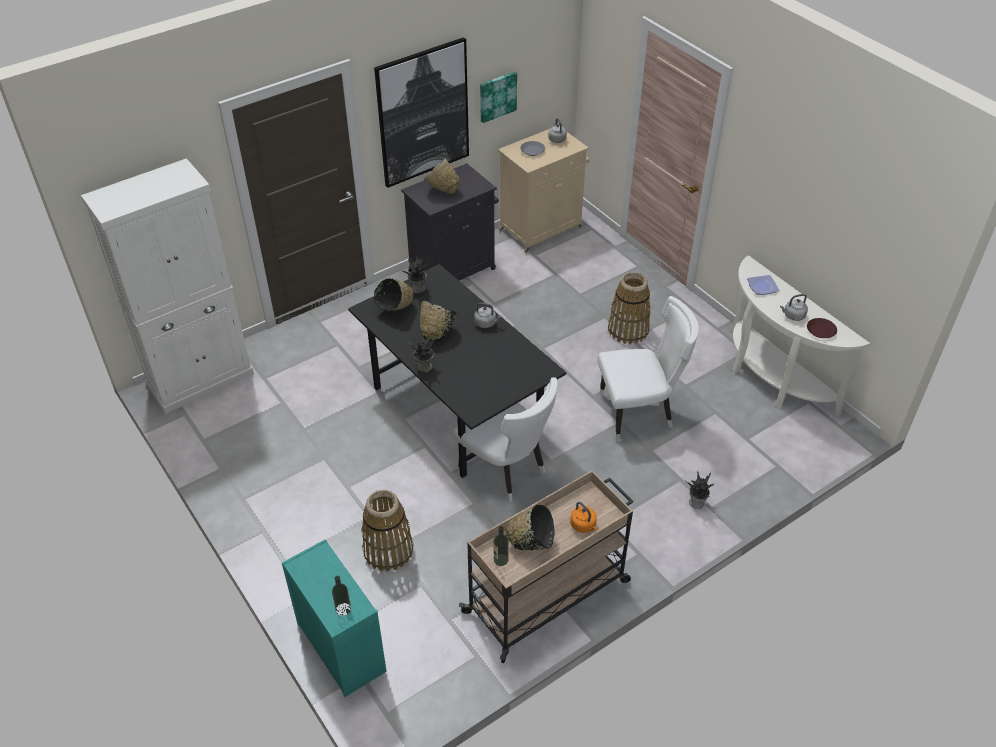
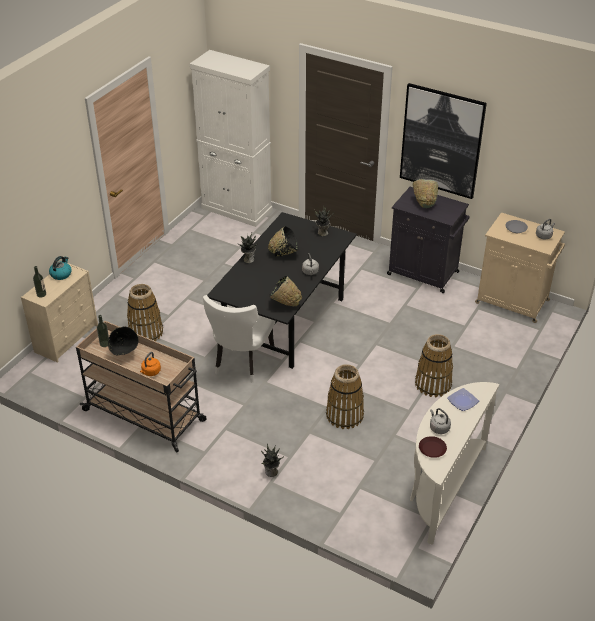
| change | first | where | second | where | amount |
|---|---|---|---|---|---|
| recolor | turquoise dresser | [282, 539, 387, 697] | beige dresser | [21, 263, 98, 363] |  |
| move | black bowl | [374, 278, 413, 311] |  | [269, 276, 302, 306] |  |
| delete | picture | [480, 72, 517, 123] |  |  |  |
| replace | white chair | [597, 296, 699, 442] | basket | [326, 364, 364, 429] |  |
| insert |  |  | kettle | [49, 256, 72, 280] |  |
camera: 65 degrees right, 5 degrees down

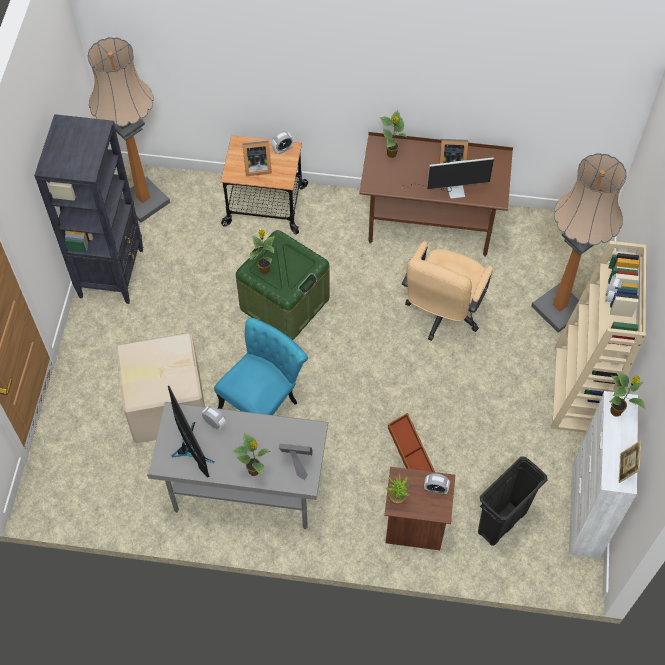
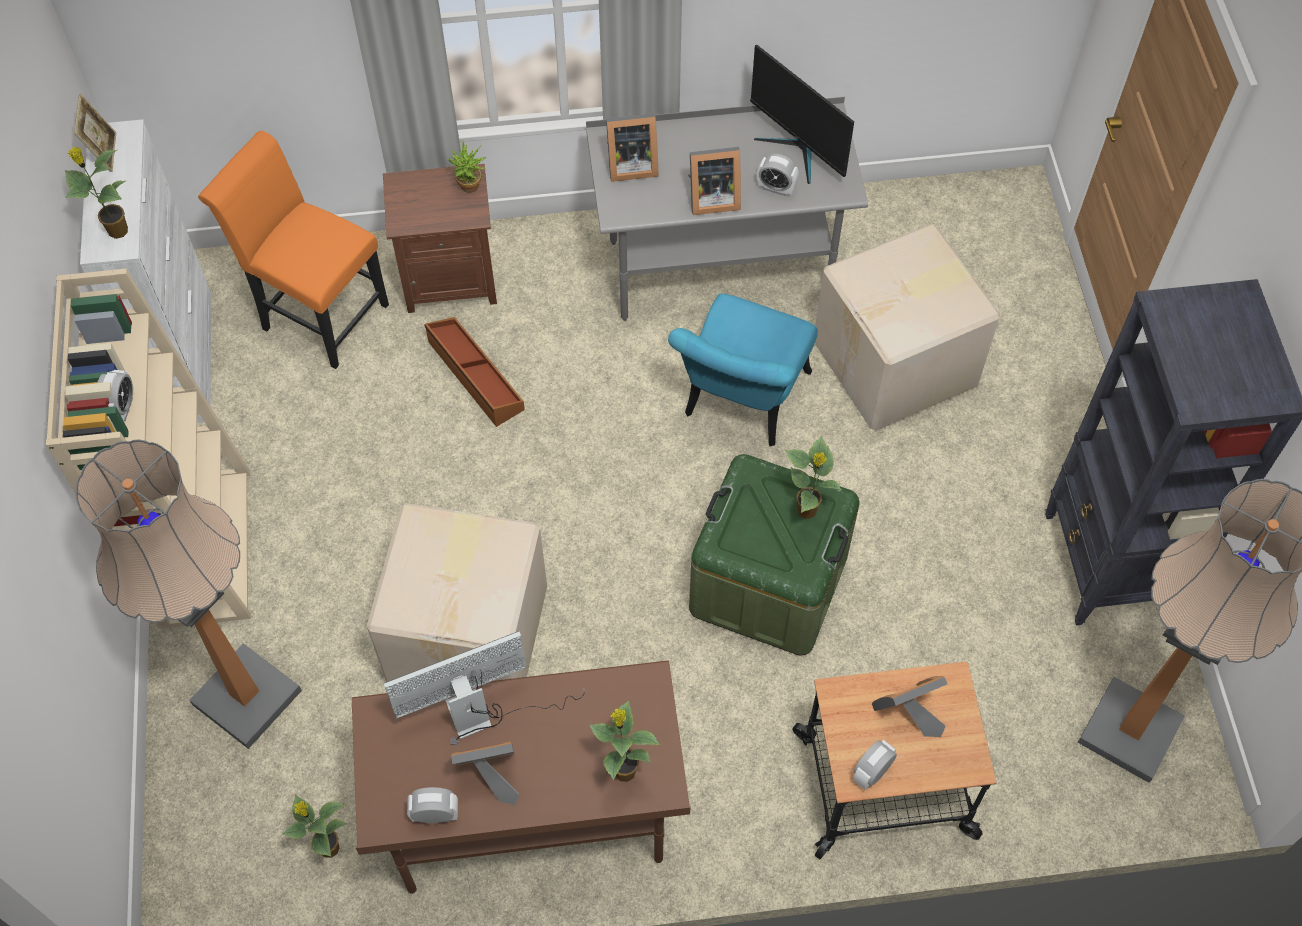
| change | first | where | second | where | amount |
|---|---|---|---|---|---|
| move | potted plant | [232, 433, 271, 476] |  | [282, 794, 347, 858] |  |
| replace | beige office chair | [402, 241, 493, 341] | cardboard box | [367, 503, 547, 682] |  |
| move | alarm clock | [424, 473, 450, 494] |  | [407, 787, 458, 823] |  |
| replace | black trash can | [478, 456, 548, 546] | orange chair | [198, 131, 389, 369] |  |
| insert |  |  | picture frame | [688, 147, 741, 215] |  |
camera: 165 degrees right, 0 degrees up

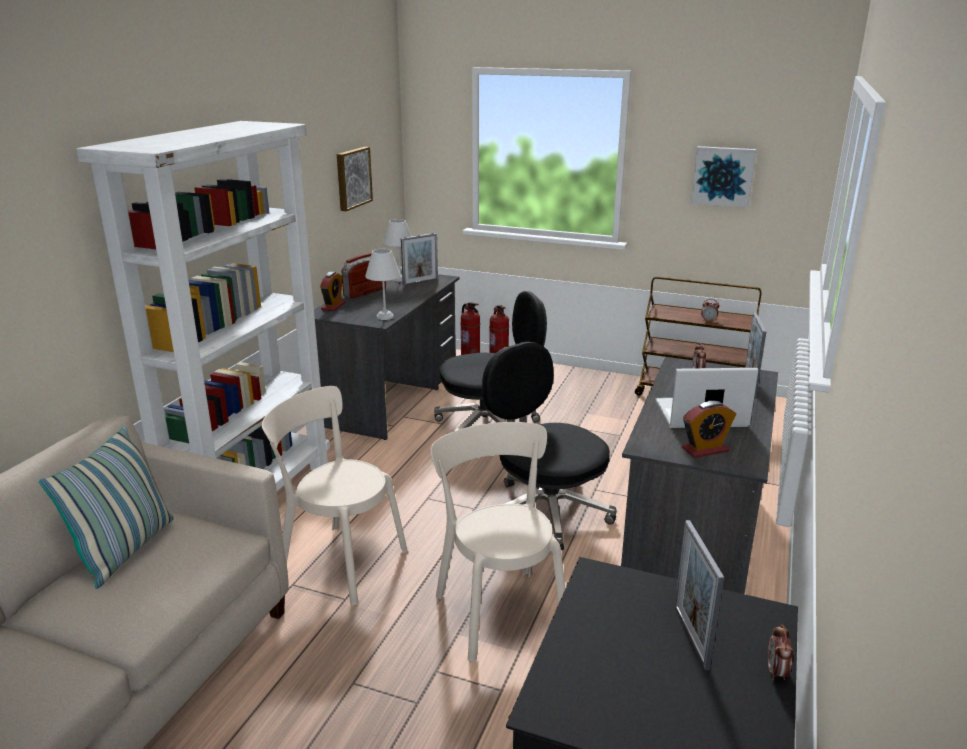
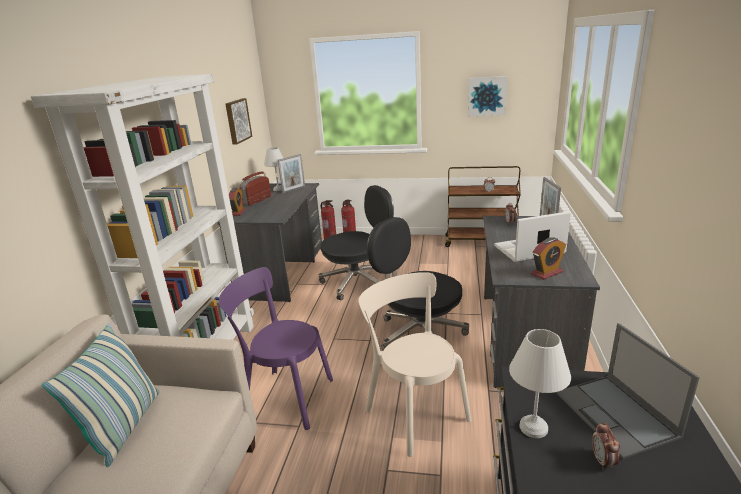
| change | first | where | second | where | amount |
|---|---|---|---|---|---|
| recolor | beige chair | [262, 386, 408, 606] | purple chair | [219, 267, 333, 430] |  |
| move | white table lamp | [365, 249, 401, 320] |  | [509, 329, 571, 438] |  |
| replace | picture frame | [674, 520, 724, 670] | laptop | [556, 323, 700, 459] |  |
| move | alarm clock | [768, 624, 793, 680] |  | [592, 422, 620, 470] |  |
camera: 10 degrees left, 0 degrees up

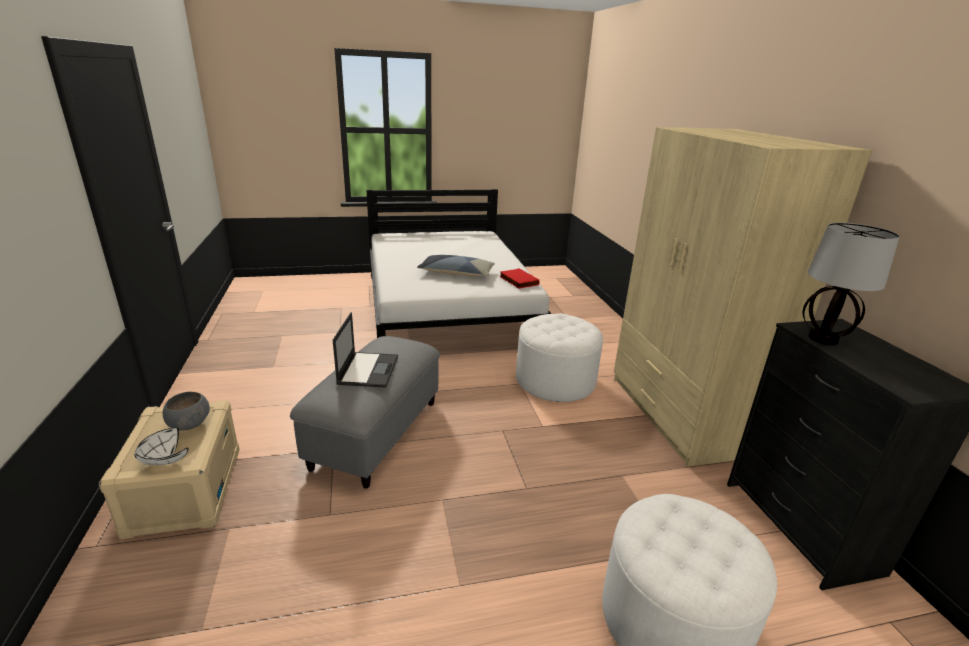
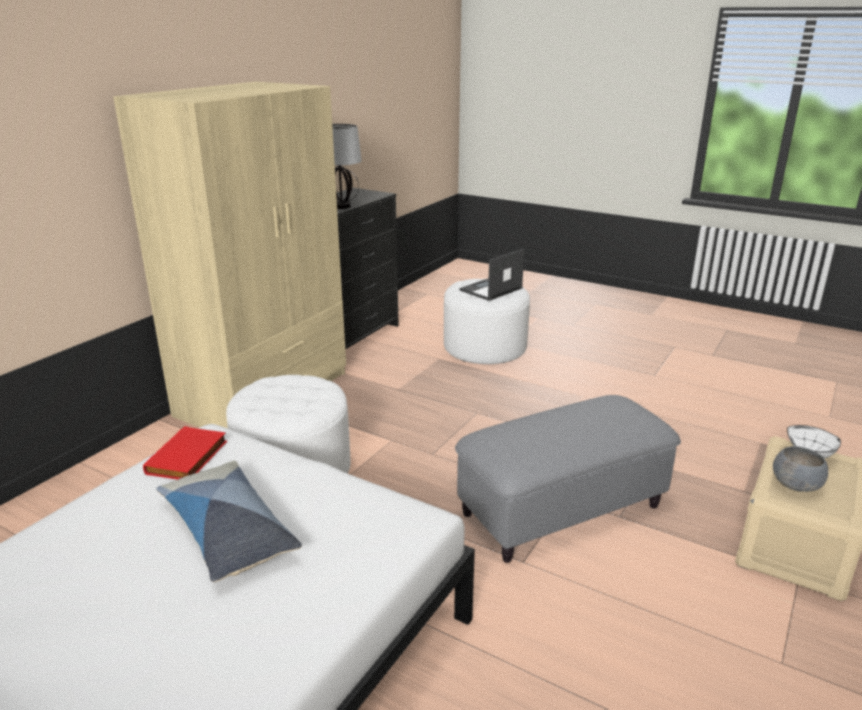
| change | first | where | second | where | amount |
|---|---|---|---|---|---|
| move | laptop | [333, 312, 398, 388] |  | [459, 249, 524, 301] |  |
camera: 135 degrees left, 0 degrees up

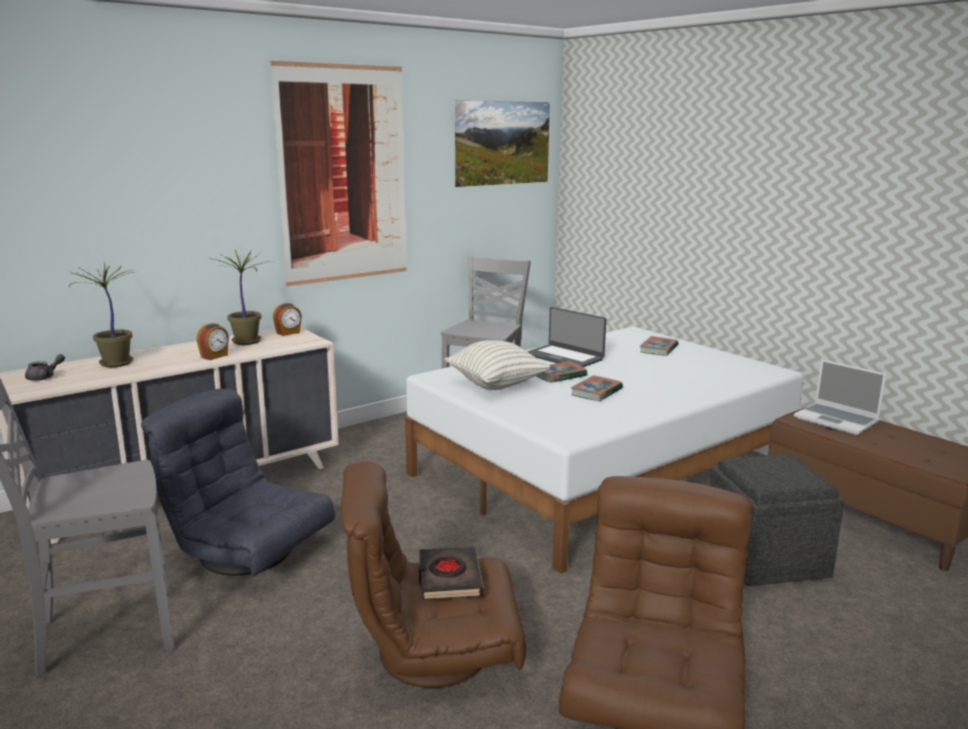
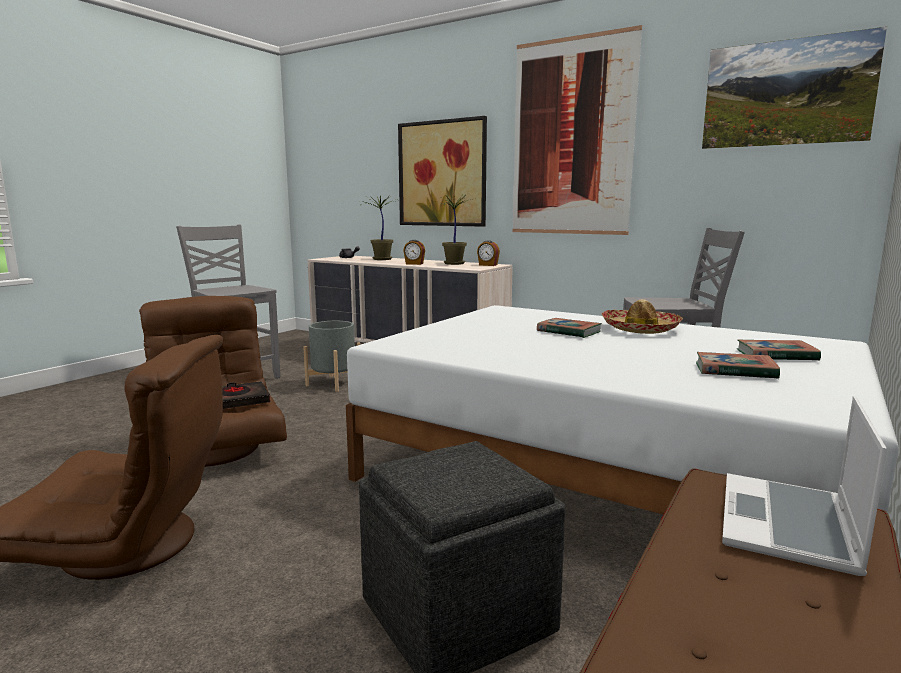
| change | first | where | second | where | amount |
|---|---|---|---|---|---|
| replace | grey armchair | [141, 389, 335, 576] | grey planter | [303, 321, 361, 392] |  |
| delete | pillow | [444, 340, 551, 390] |  |  |  |
| replace | laptop | [527, 307, 606, 367] | hat | [601, 299, 683, 334] |  |
| move | book | [571, 375, 623, 401] |  | [696, 352, 780, 379] |  |
| insert |  |  | picture | [398, 116, 487, 227] |  |
camera: 70 degrees right, 5 degrees down

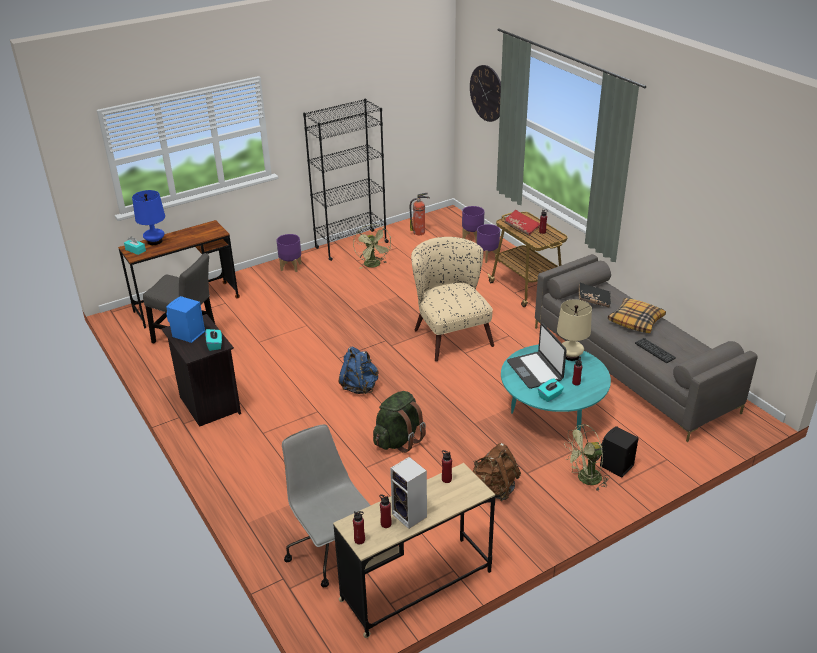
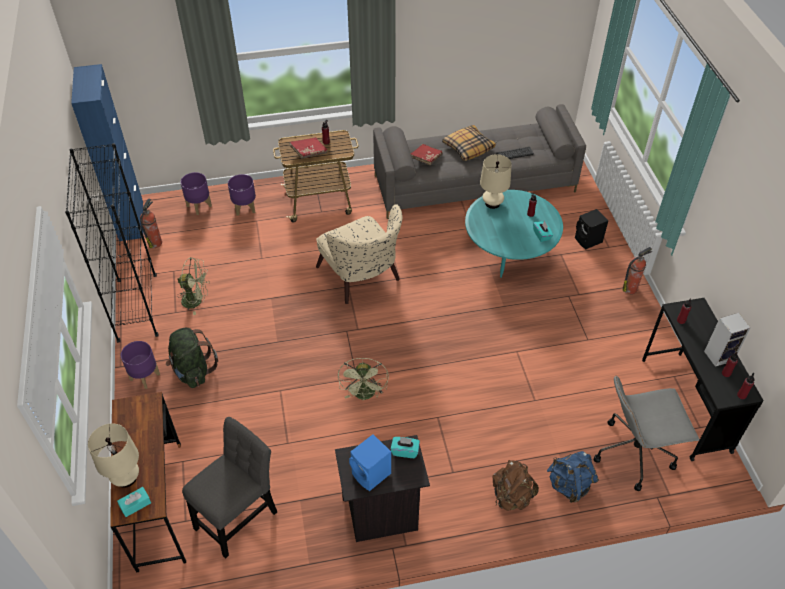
| change | first | where | second | where | amount |
|---|---|---|---|---|---|
| recolor | blue table lamp | [132, 190, 165, 245] | beige table lamp | [88, 423, 139, 488] |  |
| recolor | beige desk | [333, 463, 495, 638] | black desk | [642, 298, 764, 461] |  |
| move | blue backpack | [339, 347, 378, 394] |  | [547, 451, 599, 503] |  |
| move | green backpack | [373, 391, 426, 453] |  | [166, 328, 218, 388] |  |
| rotate | beige armchair | [411, 237, 494, 361] |  | [316, 204, 402, 304] | 120 degrees counterclockwise |
| delete | wall clock | [470, 65, 501, 122] |  |  |  |
| move | brown backpack | [473, 443, 521, 501] |  | [492, 460, 539, 511] |  |
| delete | laptop | [507, 323, 567, 389] |  |  |  |
| move | green fan | [564, 424, 610, 491] |  | [338, 358, 389, 400] |  |
| recolor | black book | [578, 283, 611, 308] | red book | [410, 144, 443, 165] |  |
| insert |  |  | blue cabinet | [71, 64, 144, 241] |  |
| insert |  |  | fire extinguisher | [623, 247, 652, 294] |  |
camera: 70 degrees left, 15 degrees up

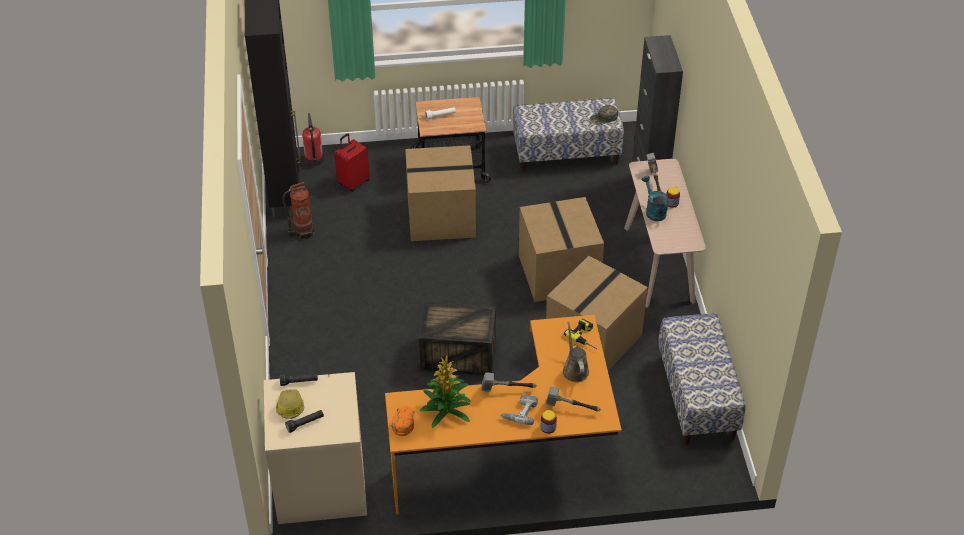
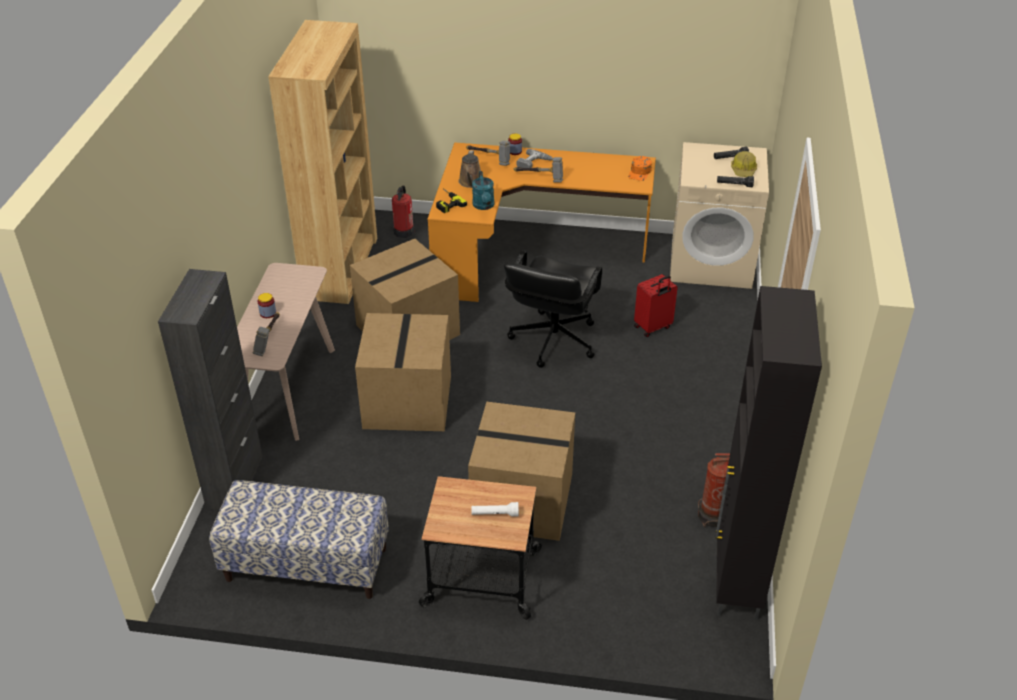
| change | first | where | second | where | amount |
|---|---|---|---|---|---|
| move | fire extinguisher | [302, 113, 324, 167] |  | [392, 185, 414, 238] |  |
| move | red suitcase | [334, 133, 370, 192] |  | [634, 274, 678, 337] |  |
| replace | crate | [419, 302, 496, 375] | black office chair | [504, 250, 603, 368] |  |
| delete | potted plant | [419, 355, 471, 428] |  |  |  |
| delete | green cap | [590, 105, 618, 125] |  |  |  |
| move | turquoise watering can | [642, 176, 668, 221] |  | [472, 171, 494, 210] |  |
| replace | bench | [658, 313, 745, 445] | brown bookcase | [268, 20, 377, 304] |  |
camera: 165 degrees left, 5 degrees down

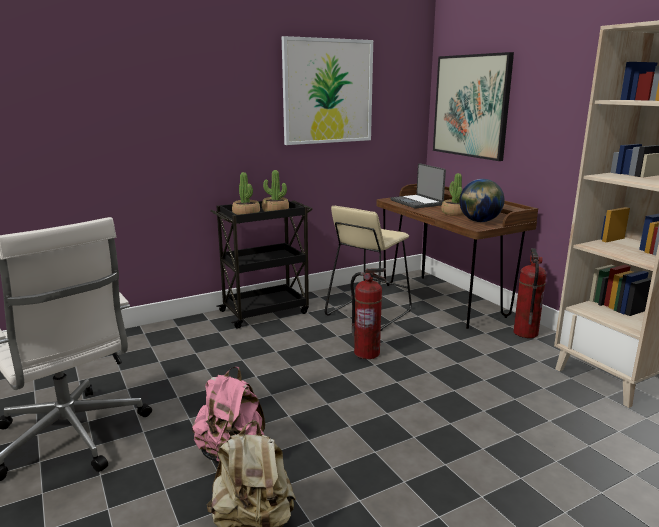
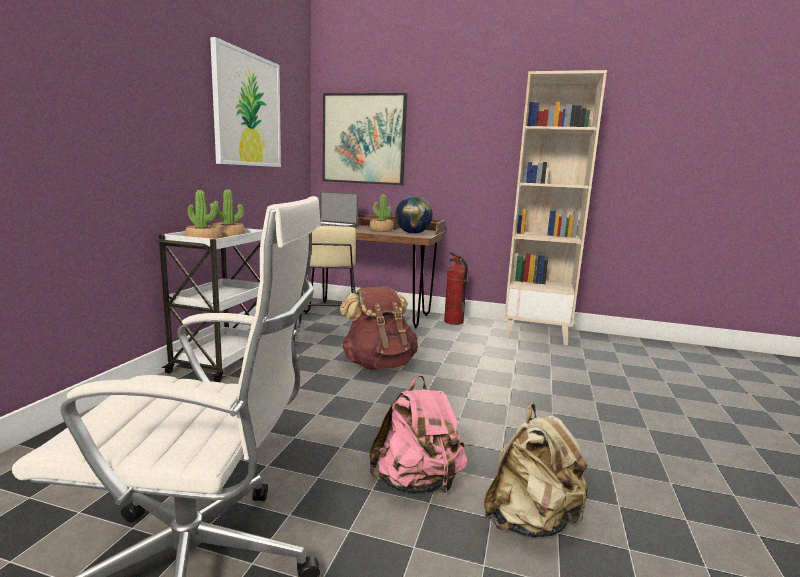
| change | first | where | second | where | amount |
|---|---|---|---|---|---|
| recolor | black cart | [210, 200, 313, 329] | white cart | [155, 228, 263, 382] |  |
| replace | fire extinguisher | [350, 268, 387, 359] | brown backpack | [339, 286, 418, 370] |  |
camera: 45 degrees left, 5 degrees down

